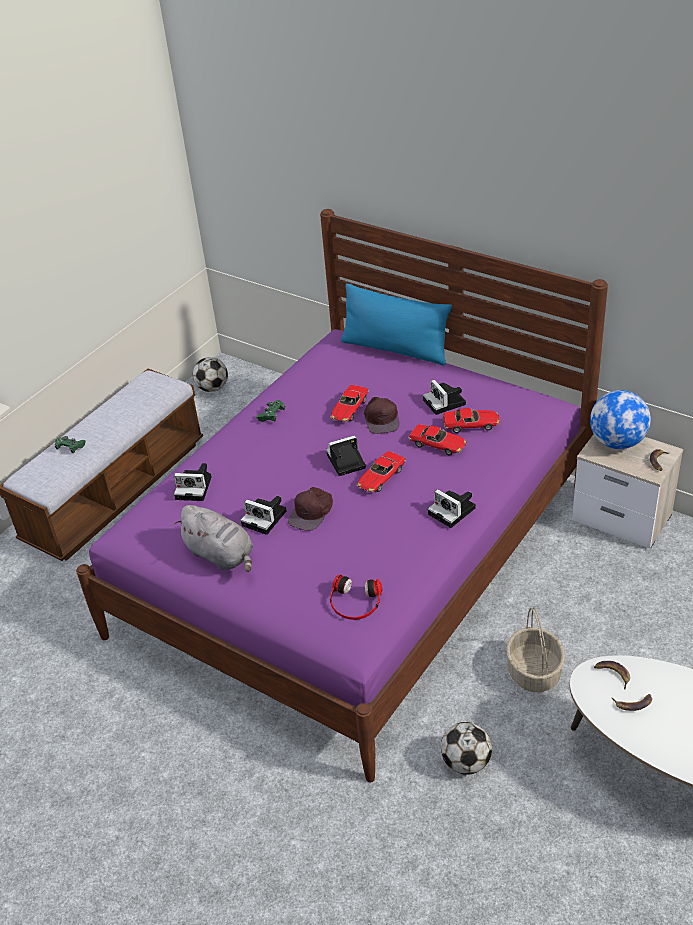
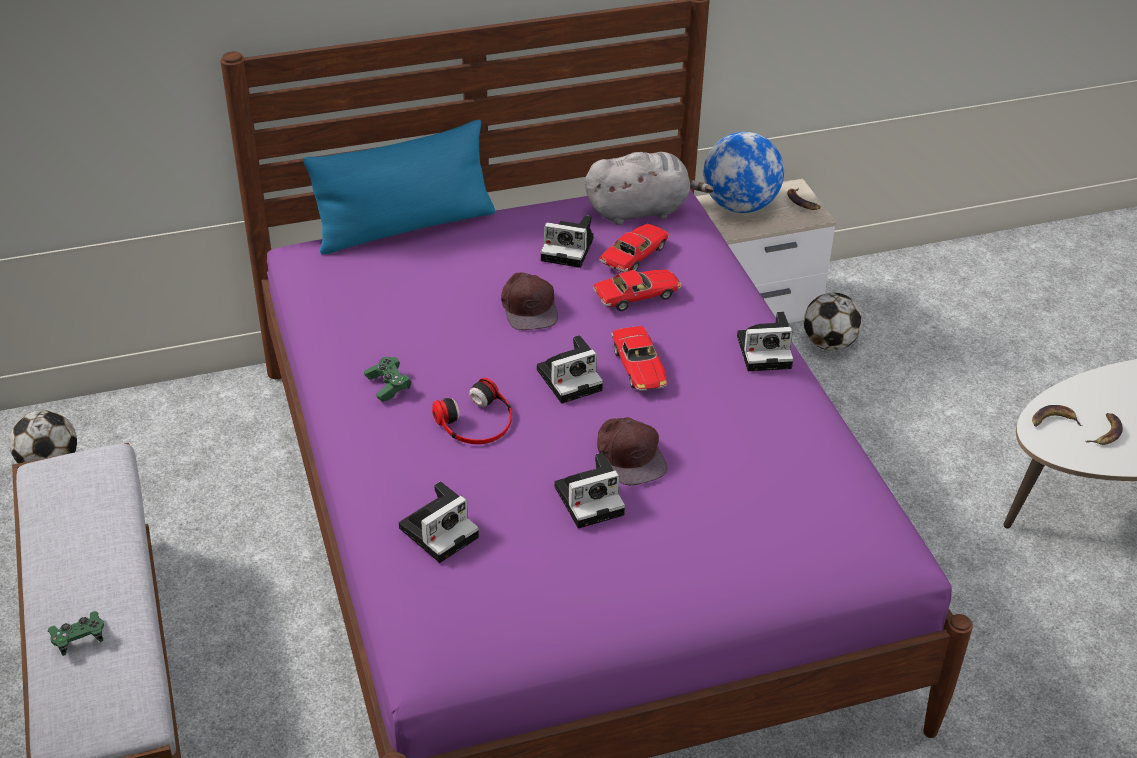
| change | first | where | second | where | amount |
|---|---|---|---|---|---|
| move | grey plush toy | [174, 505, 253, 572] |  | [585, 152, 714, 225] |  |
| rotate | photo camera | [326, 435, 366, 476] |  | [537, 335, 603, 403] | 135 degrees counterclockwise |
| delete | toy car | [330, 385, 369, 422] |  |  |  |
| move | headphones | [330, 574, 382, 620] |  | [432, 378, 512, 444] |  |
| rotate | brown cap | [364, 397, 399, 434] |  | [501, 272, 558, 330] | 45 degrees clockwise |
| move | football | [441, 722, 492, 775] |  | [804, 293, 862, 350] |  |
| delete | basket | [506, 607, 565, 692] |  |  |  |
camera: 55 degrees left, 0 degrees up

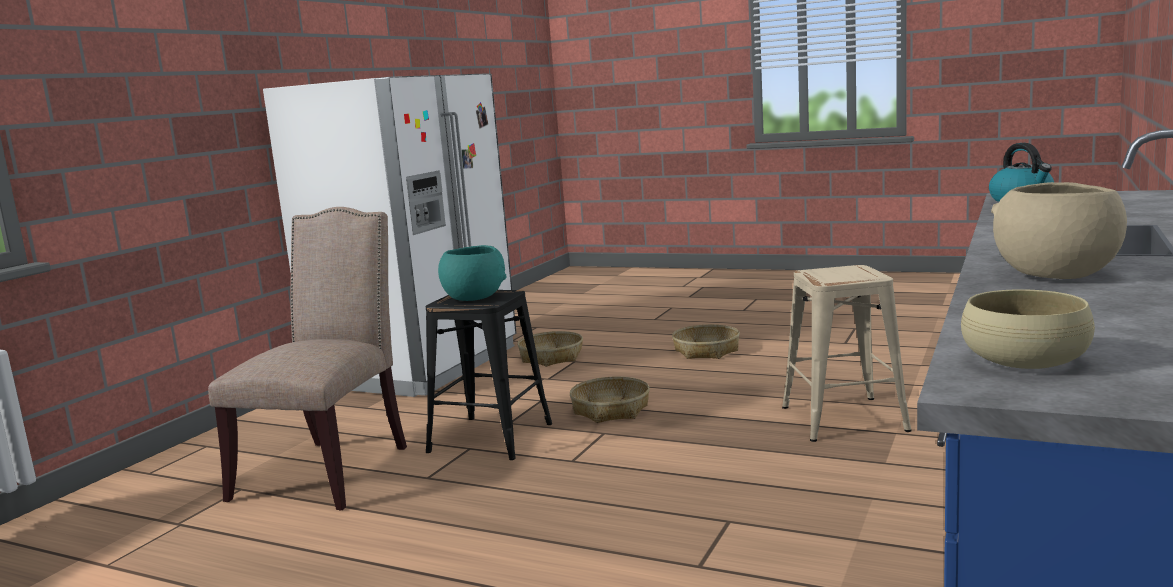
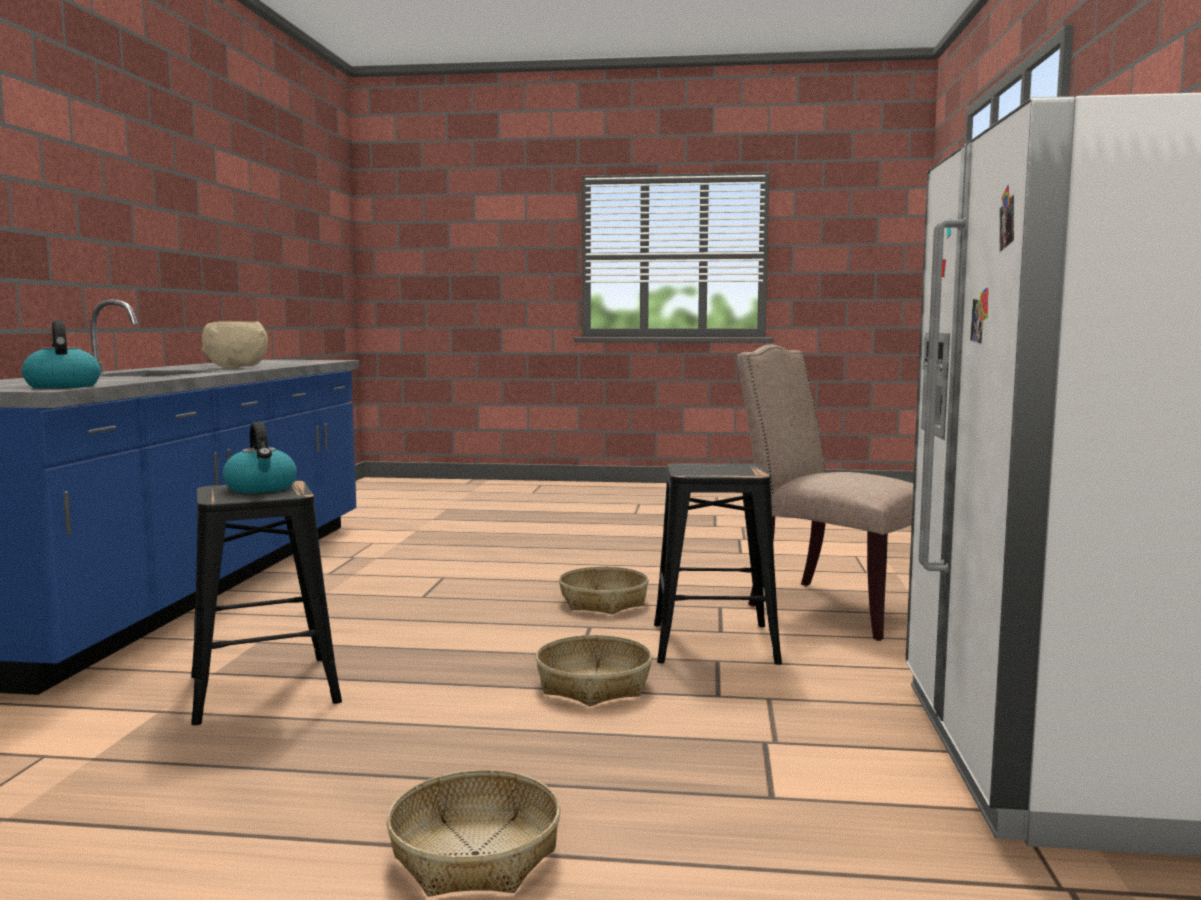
| change | first | where | second | where | amount |
|---|---|---|---|---|---|
| rotate | beige chair | [208, 207, 407, 511] |  | [737, 344, 913, 641] | 135 degrees clockwise |
| delete | turquoise bowl | [438, 245, 506, 301] |  |  |  |
| move | basket | [517, 331, 583, 366] |  | [559, 567, 649, 614] |  |
| recolor | beige stool | [782, 265, 912, 442] | black stool | [191, 481, 342, 725] |  |
| delete | beige bowl | [961, 289, 1095, 369] |  |  |  |
| insert |  |  | kettle | [222, 422, 297, 493] |  |
camera: 160 degrees right, 5 degrees down

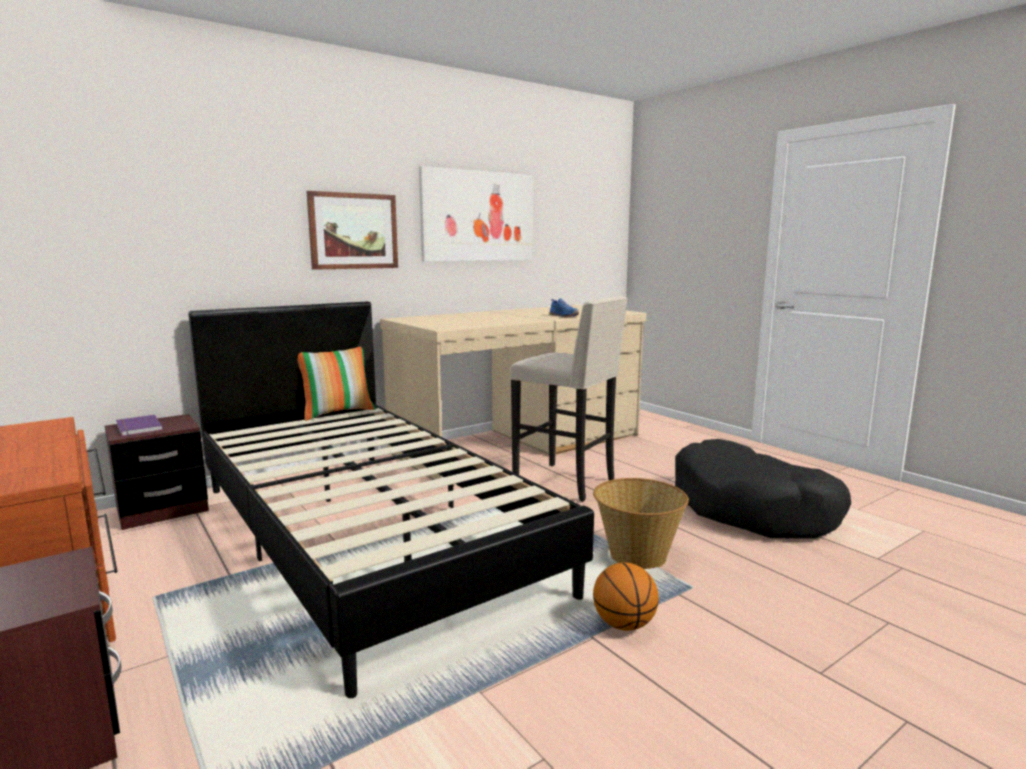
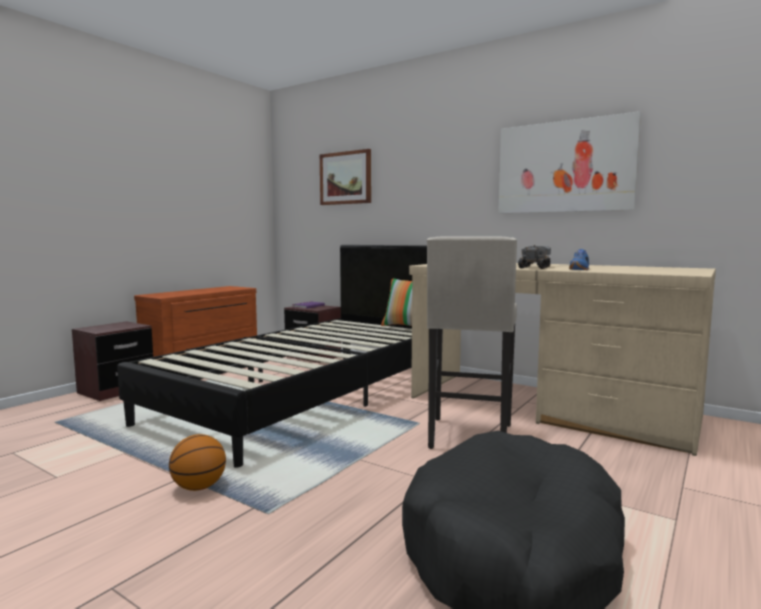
| change | first | where | second | where | amount |
|---|---|---|---|---|---|
| move | picture | [306, 191, 398, 270] |  | [320, 149, 371, 205] |  |
| delete | basket | [593, 478, 689, 569] |  |  |  |
| insert |  |  | toy truck | [518, 245, 551, 269] |  |
camera: 70 degrees right, 5 degrees down

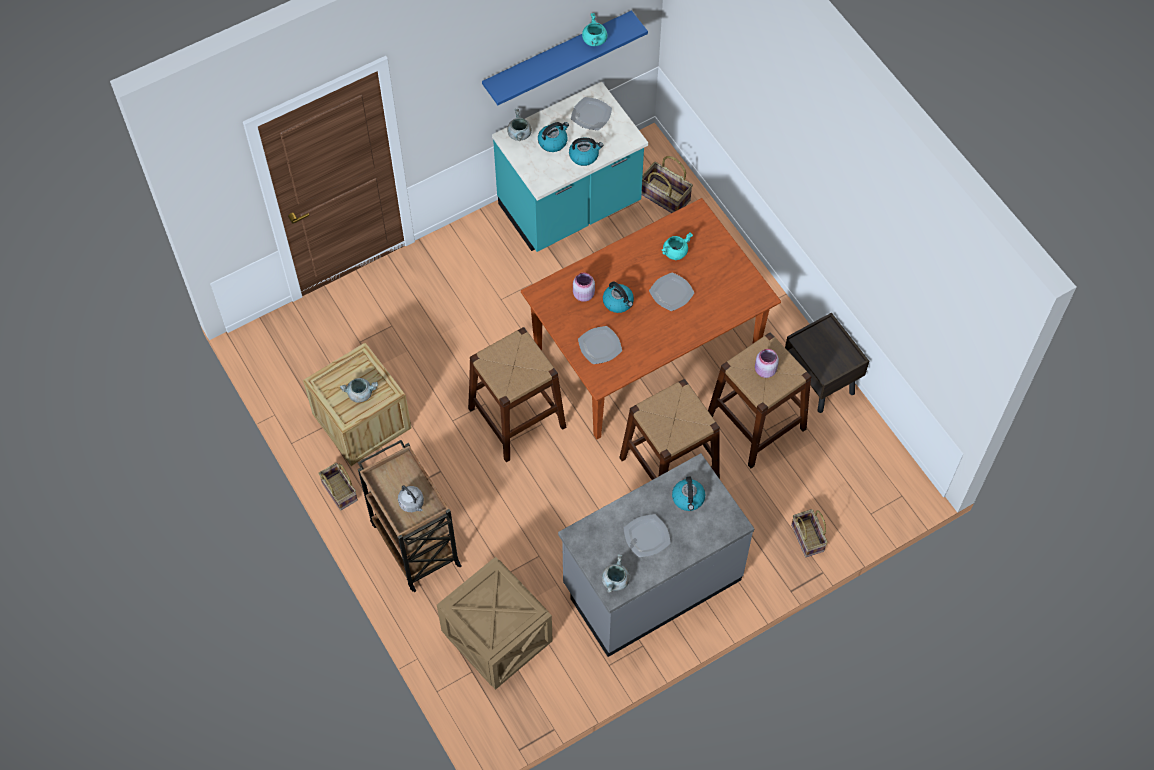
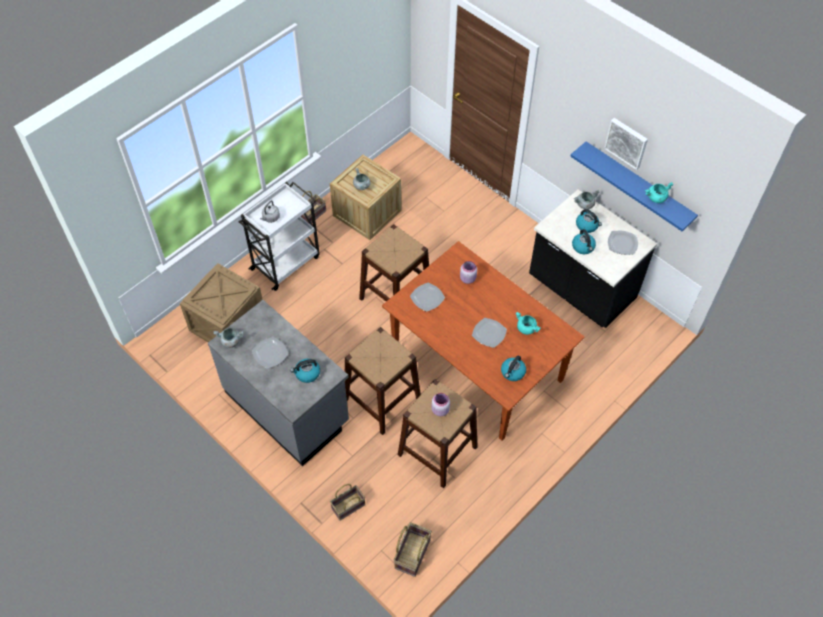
| change | first | where | second | where | amount |
|---|---|---|---|---|---|
| recolor | brown cart | [358, 440, 462, 592] | white cart | [239, 182, 320, 291] |  |
| recolor | turquoise counter | [492, 82, 648, 252] | black counter | [529, 190, 657, 328] |  |
| move | kettle | [603, 282, 634, 313] |  | [501, 356, 526, 381] |  |
| move | basket | [641, 156, 693, 213] |  | [394, 522, 432, 577] |  |
| delete | brown nightstand | [785, 312, 869, 413] |  |  |  |
| insert |  |  | picture | [604, 118, 648, 170] |  |
camera: 75 degrees right, 5 degrees down

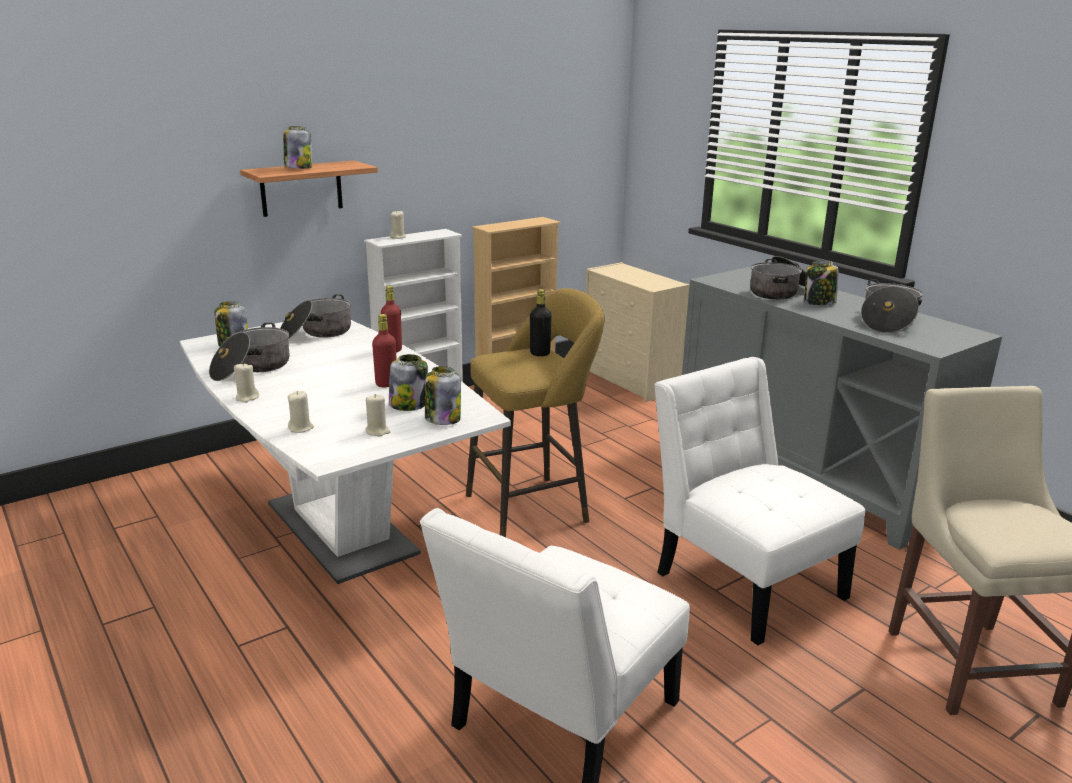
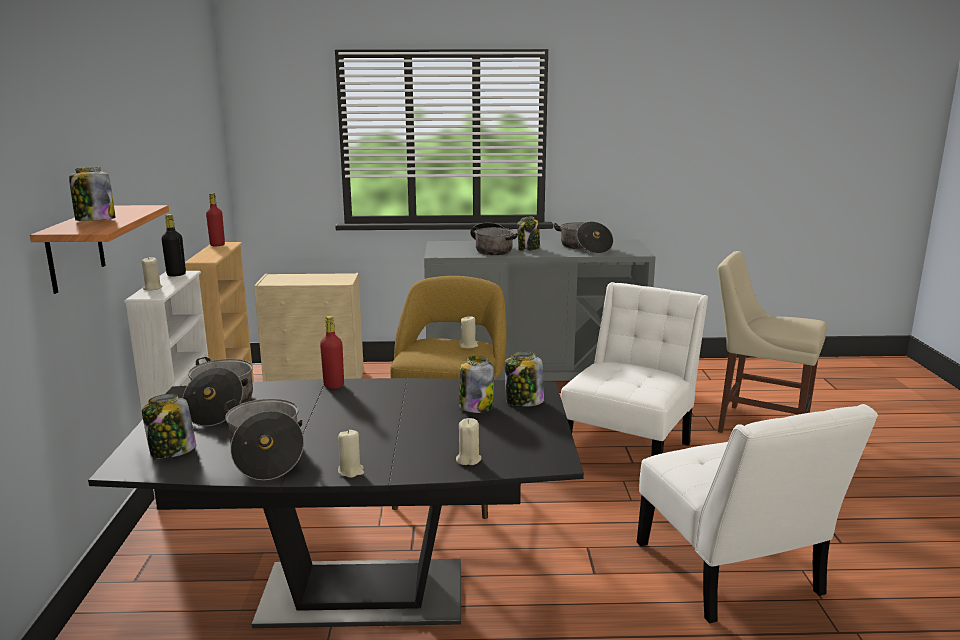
| change | first | where | second | where | amount |
|---|---|---|---|---|---|
| recolor | white dining table | [180, 320, 511, 584] | black dining table | [88, 378, 584, 628] |  |
| move | beige candle | [366, 394, 390, 436] |  | [459, 317, 478, 349] |  |
| move | red bottle | [372, 314, 397, 387] |  | [206, 193, 225, 246] |  |
| move | black bottle | [530, 289, 552, 356] |  | [161, 214, 186, 277] |  |
| rotate | white chair | [654, 357, 865, 646] |  | [561, 282, 708, 456] | 120 degrees clockwise |
camera: 55 degrees left, 5 degrees down

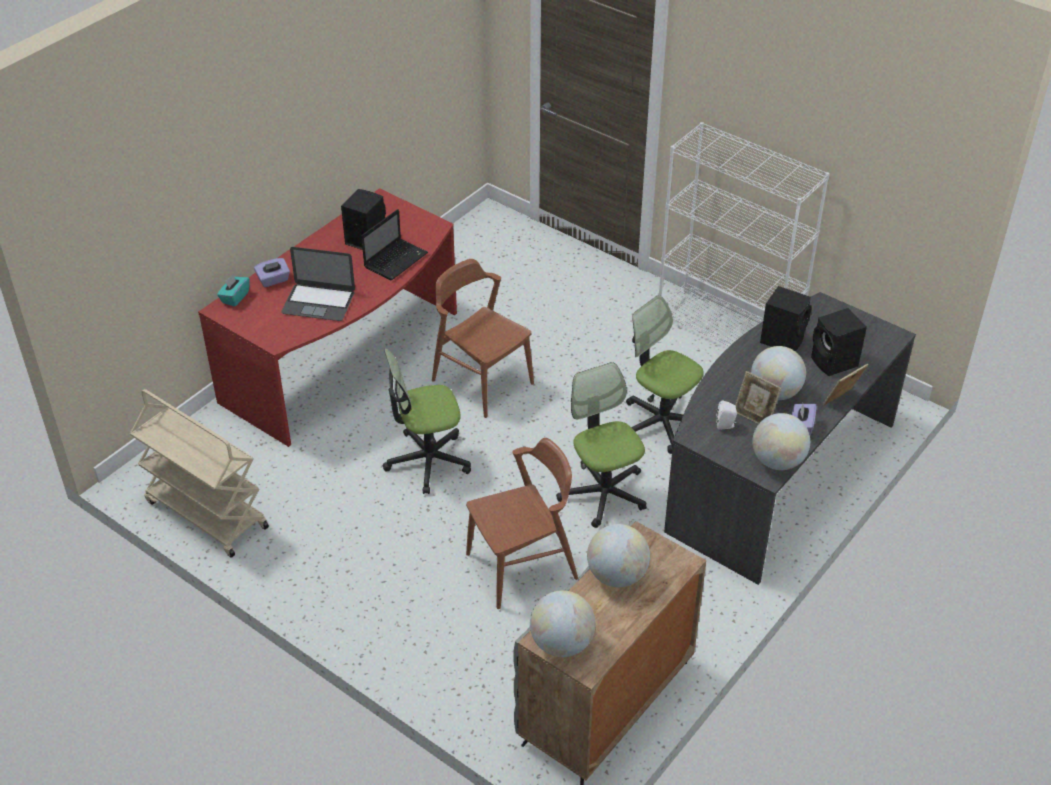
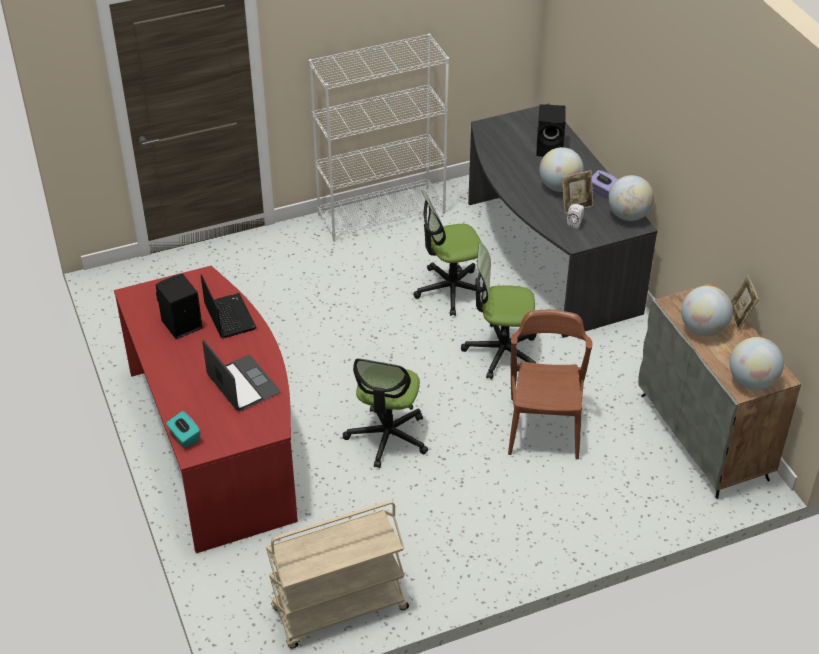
| change | first | where | second | where | amount |
|---|---|---|---|---|---|
| delete | purple tissue box | [254, 258, 290, 287] |  |  |  |
| rotate | laptop | [281, 247, 355, 321] |  | [202, 339, 280, 411] | 75 degrees counterclockwise |
| delete | brown chair | [432, 259, 534, 418] |  |  |  |
| delete | black speaker | [760, 286, 812, 351] |  |  |  |
| move | picture frame | [822, 364, 868, 406] |  | [731, 275, 759, 330] |  |
camera: 60 degrees left, 0 degrees up

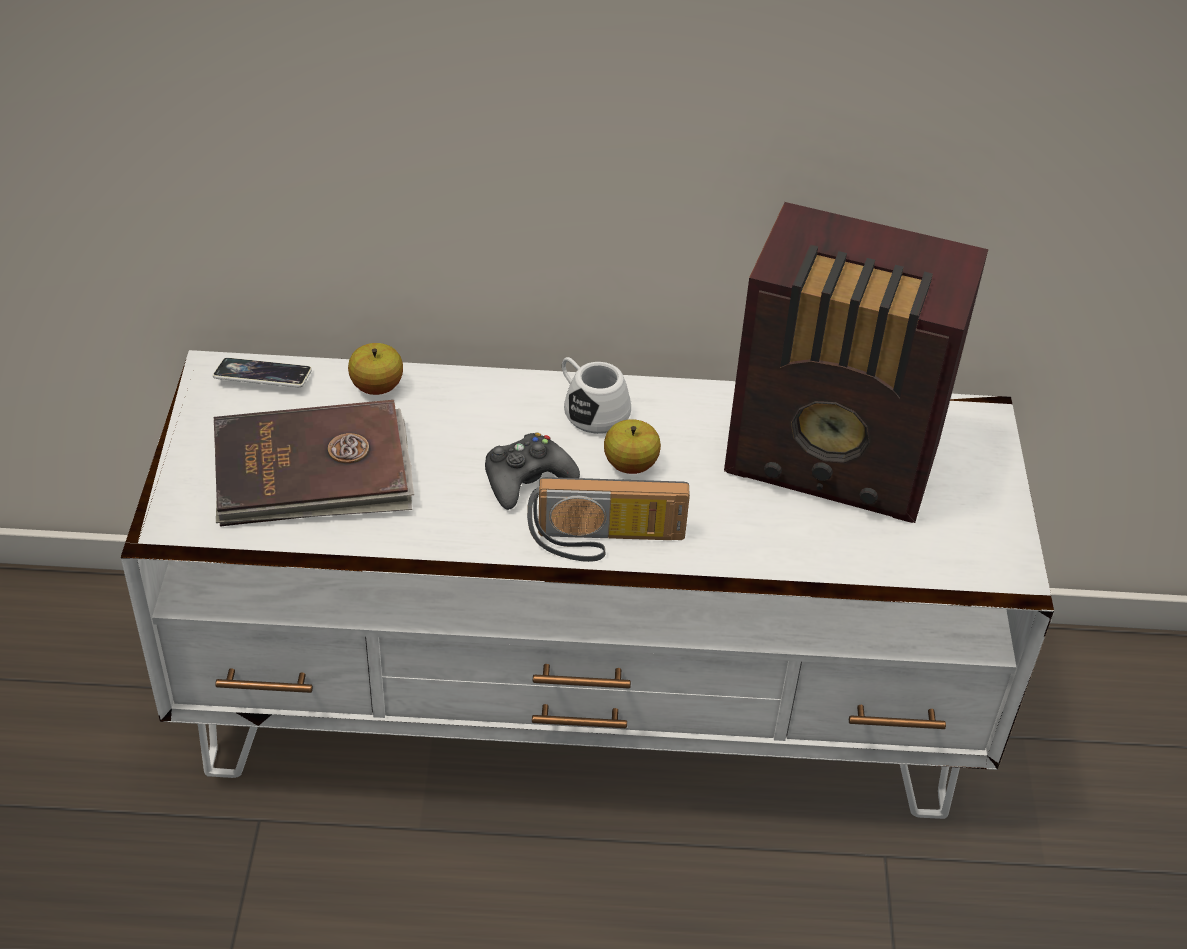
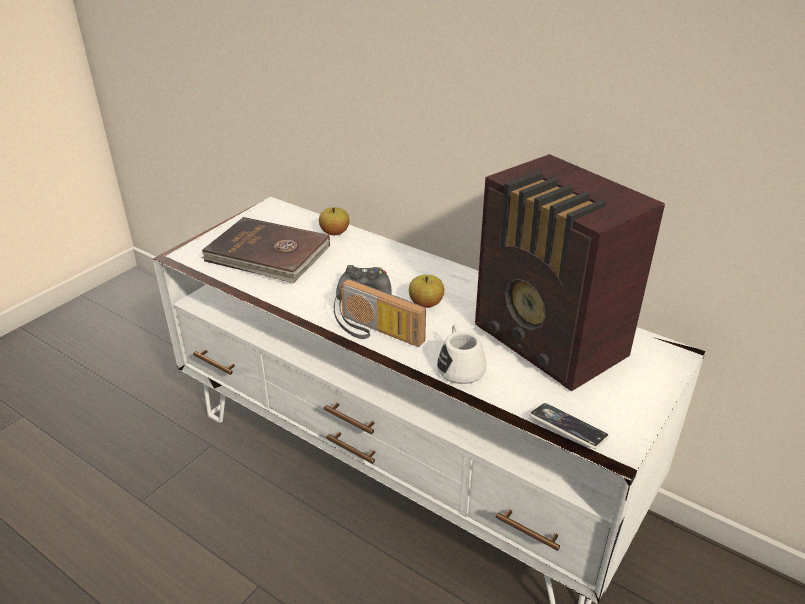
| change | first | where | second | where | amount |
|---|---|---|---|---|---|
| move | phone | [213, 358, 312, 387] |  | [529, 403, 609, 449] |  |
| move | white mug | [562, 357, 631, 434] |  | [437, 324, 486, 384] |  |
camera: 35 degrees right, 10 degrees down

